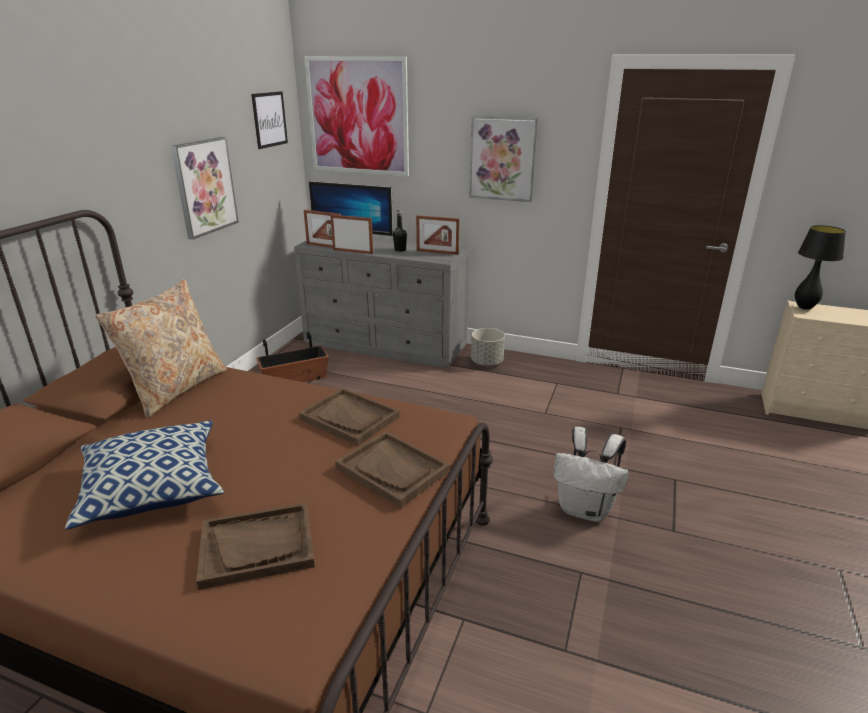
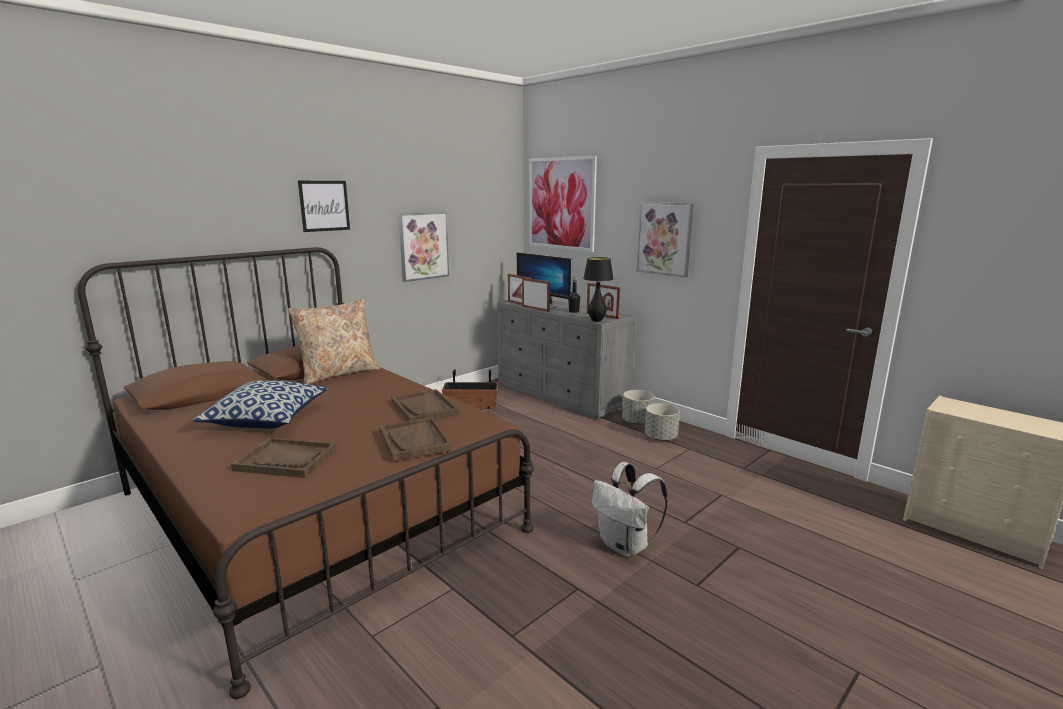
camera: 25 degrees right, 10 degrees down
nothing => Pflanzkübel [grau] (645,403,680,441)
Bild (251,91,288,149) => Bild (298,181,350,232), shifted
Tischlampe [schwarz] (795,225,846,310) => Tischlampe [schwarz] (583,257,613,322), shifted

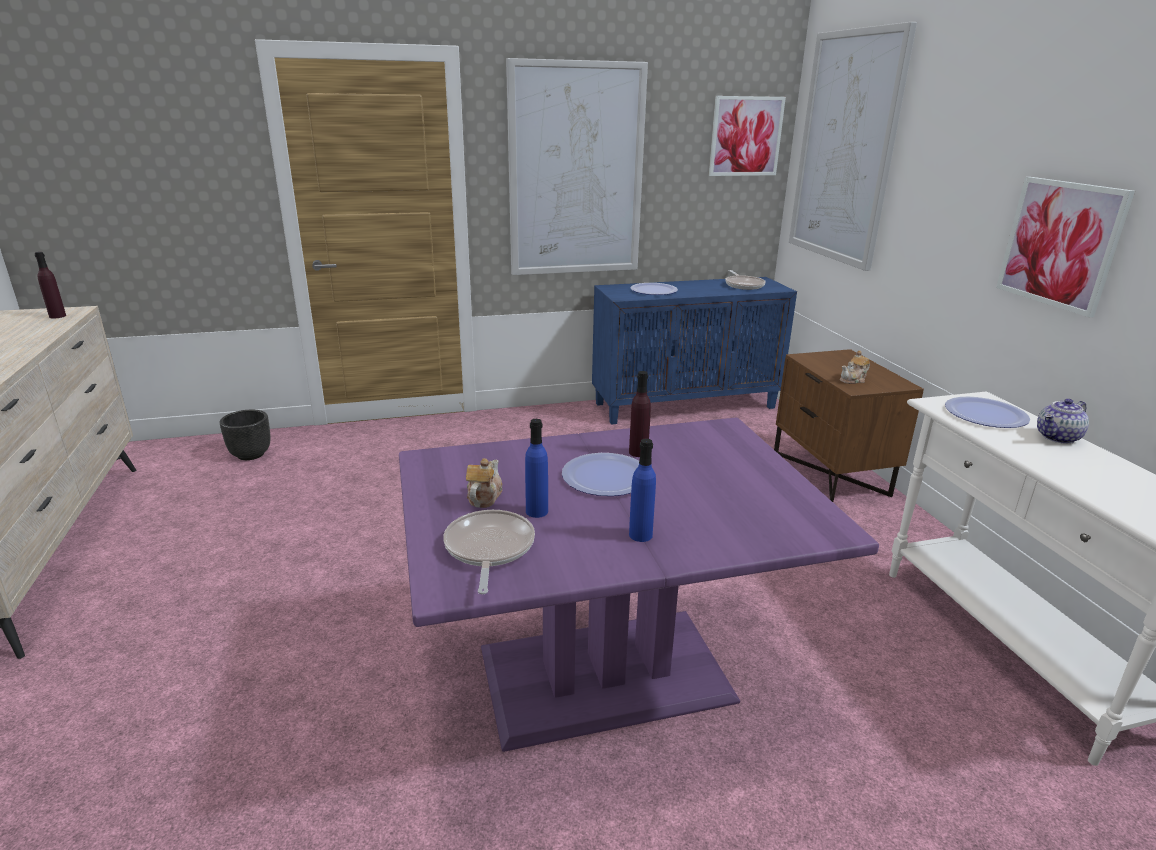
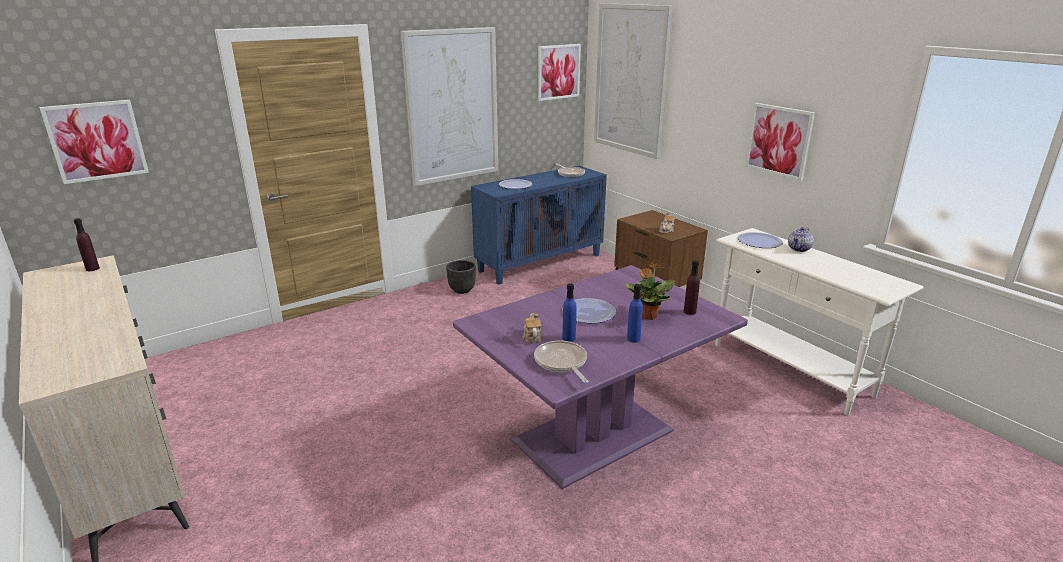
camera: 20 degrees left, 0 degrees up
nothing => Bild (39,100,149,184)
nothing => Topfpflanze (625,262,675,320)
Pflanzkübel [schwarz] (220,410,270,460) => Pflanzkübel [schwarz] (446,260,476,294), shifted
Flasche [lila] (629,371,651,457) => Flasche [lila] (684,260,700,315), shifted

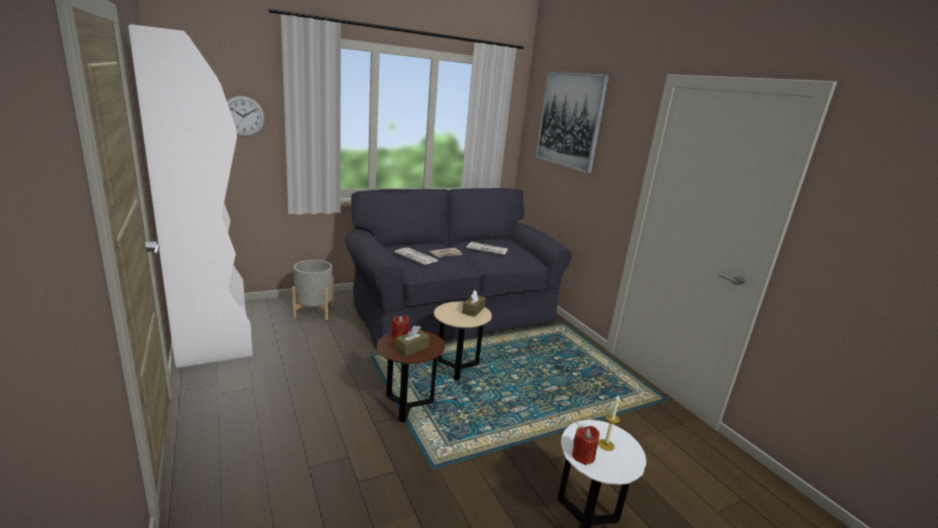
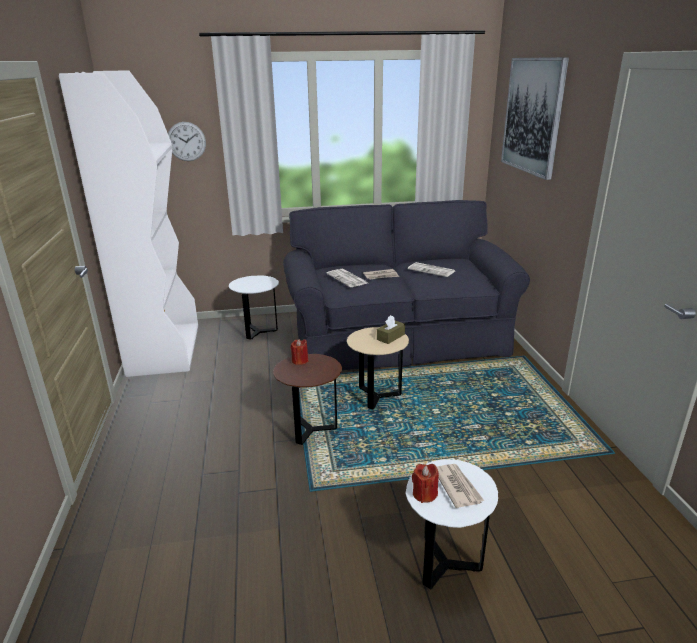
camera: 20 degrees right, 5 degrees up
Taschentuchbox [braun] (395,325,429,357) => nothing
Pflanzkübel [grau] (292,260,334,320) => Beistelltisch [weiß] (229,276,279,340)
Kerze (598,394,620,451) => Zeitung (437,464,484,508)

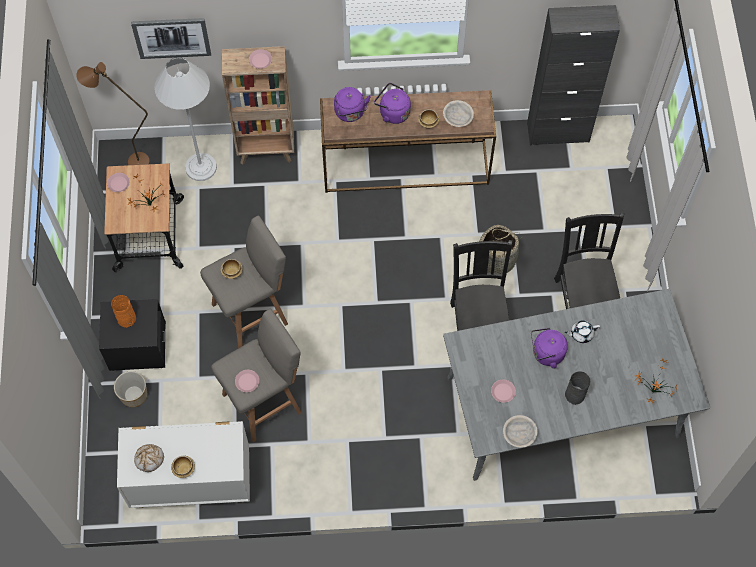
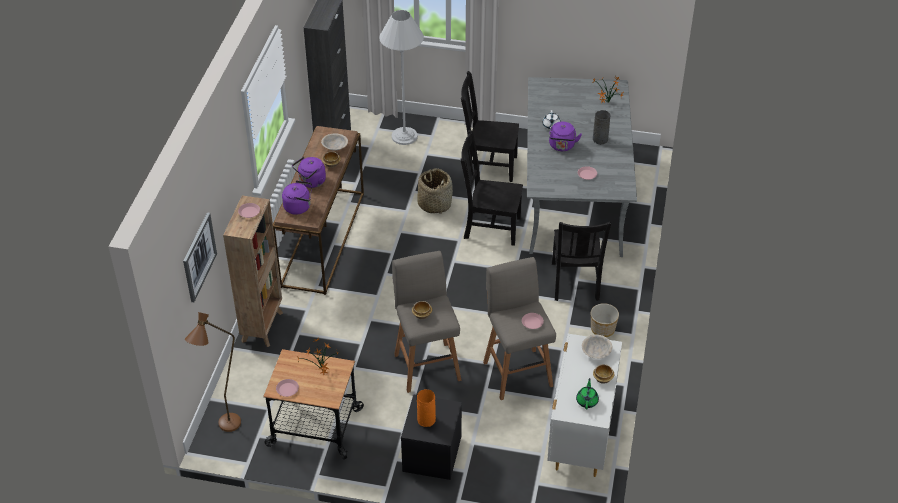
camera: 75 degrees left, 20 degrees down
nothing => Stuhl [schwarz] (552,222,611,301)
Pflanzkübel (114,371,147,407) => Pflanzkübel (591,303,619,337), shifted
Stehlampe [weiß] (154,57,217,181) => Stehlampe [weiß] (379,10,424,145), shifted
Schüssel [beige] (503,415,538,448) => Schüssel [beige] (582,334,612,359), shifted
Brot (134,444,164,472) => Teekanne [grün] (576,378,599,409)

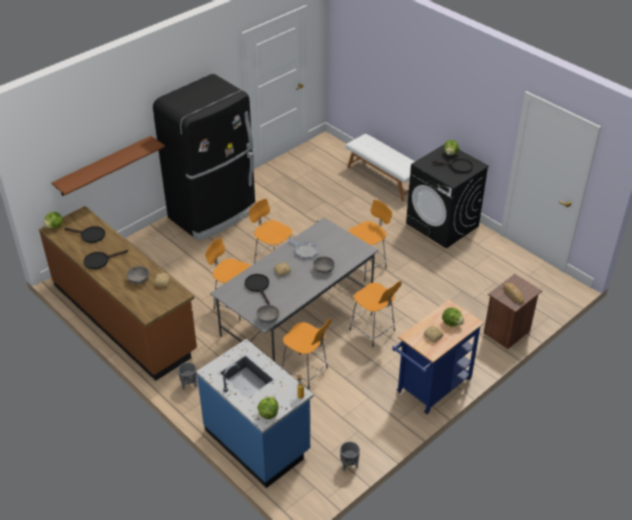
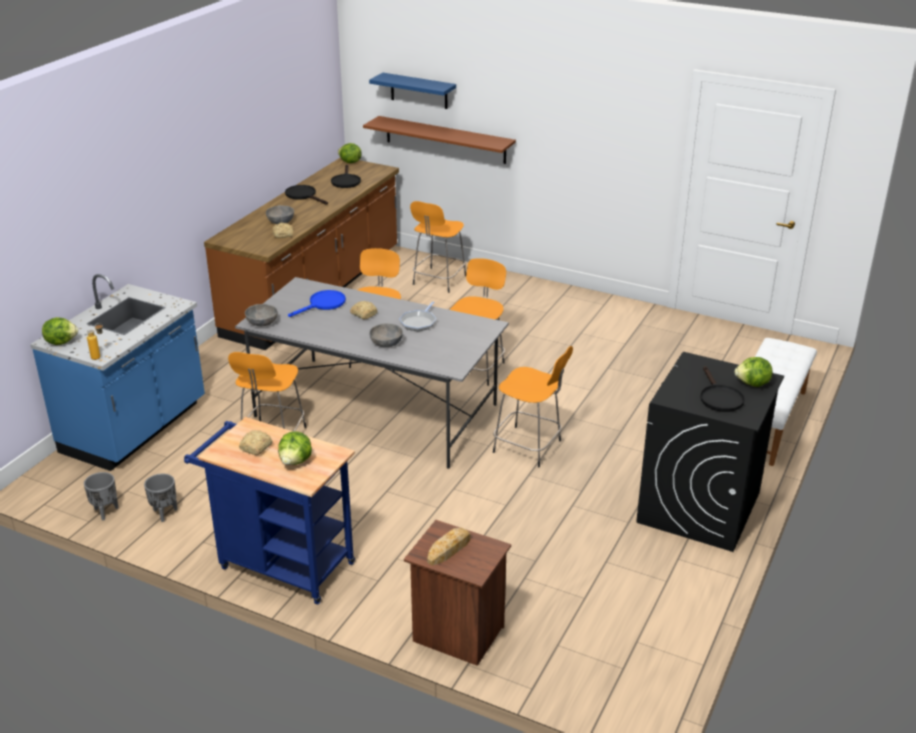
camera: 70 degrees right, 10 degrees down
Kühlschrank [schwarz] (153,74,256,241) => nothing
nothing => Wandregal [blau] (369,73,456,109)
Pflanzkübel [grau] (178,362,197,390) => Pflanzkübel [grau] (144,474,178,522), shifted
Hocker [orange] (349,281,402,347) => Hocker [orange] (410,201,466,293), shifted
Pfanne [schwarz] (245,274,270,305) => Pfanne [blau] (288,290,346,317)

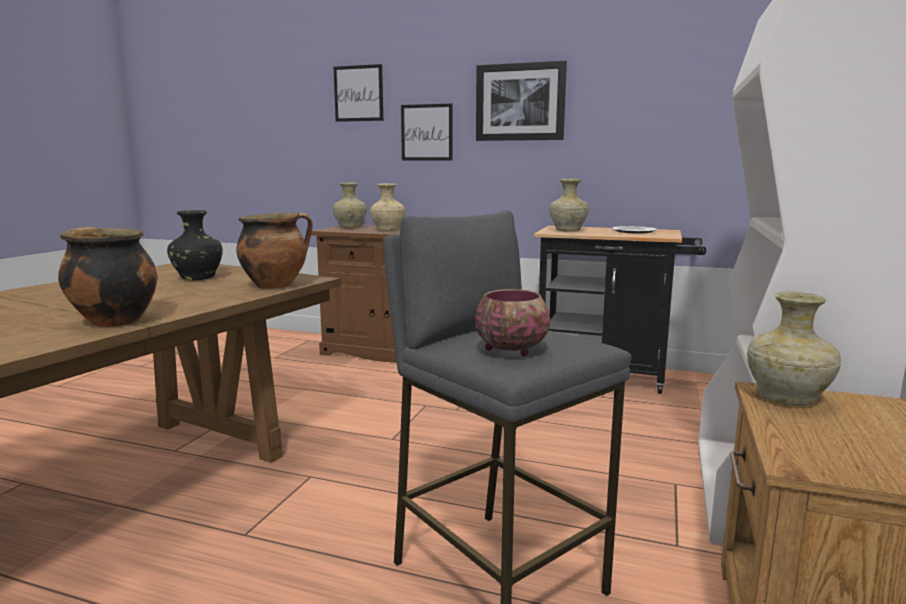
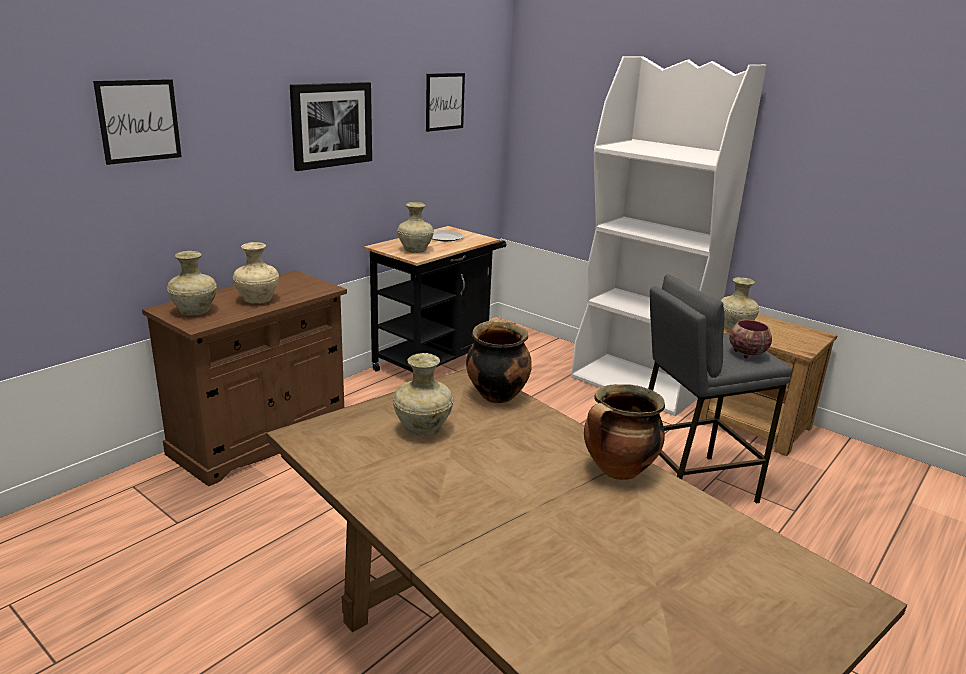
camera: 70 degrees left, 10 degrees up
Bild (401,104,453,160) => Bild (426,73,465,132), shifted
Vase [schwarz] (167,210,223,281) => Vase [beige] (393,353,453,437)

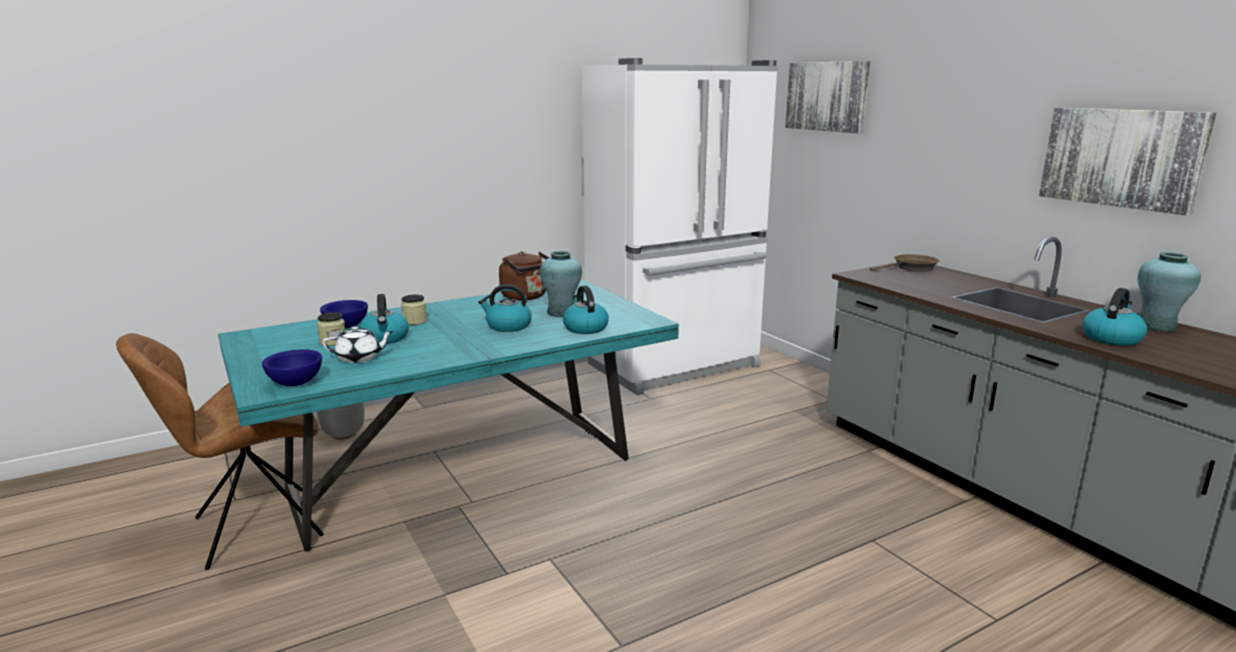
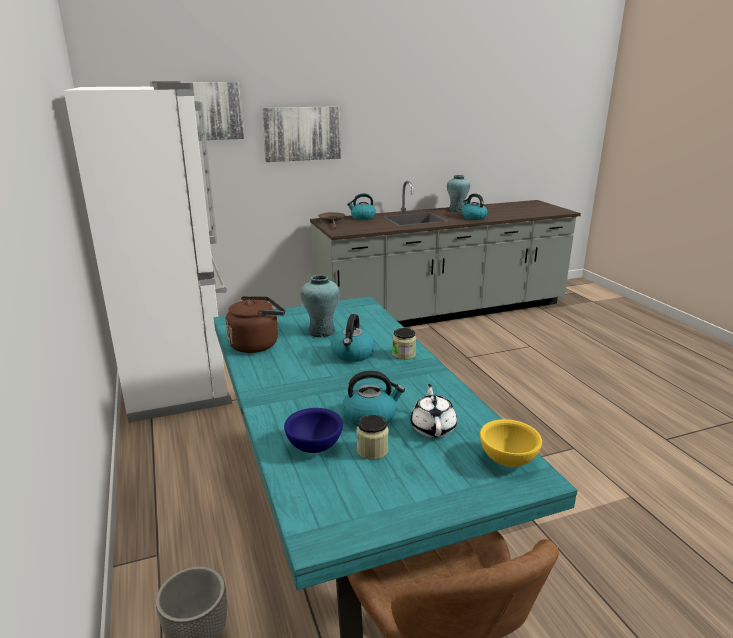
camera: 80 degrees left, 5 degrees up
Vorratsglas (401,294,427,325) => Vorratsglas (392,328,416,360), shifted
Wasserkessel (563,286,609,334) => Wasserkessel (347,193,376,220), shifted
Bild (1039,108,1216,216) => Bild (262,106,341,162), shifted
Schüssel [blau] (262,349,322,386) => Schüssel [gelb] (480,419,542,467)

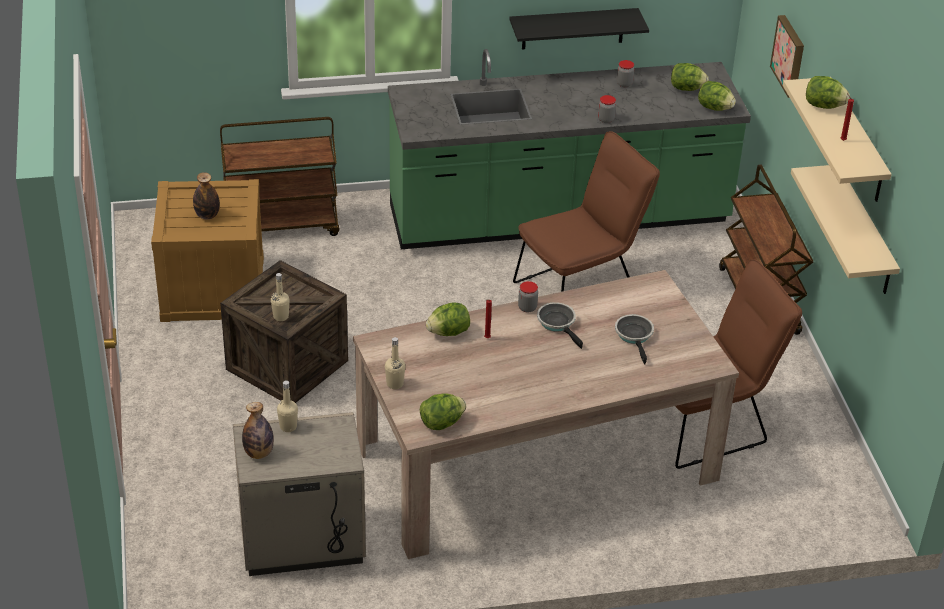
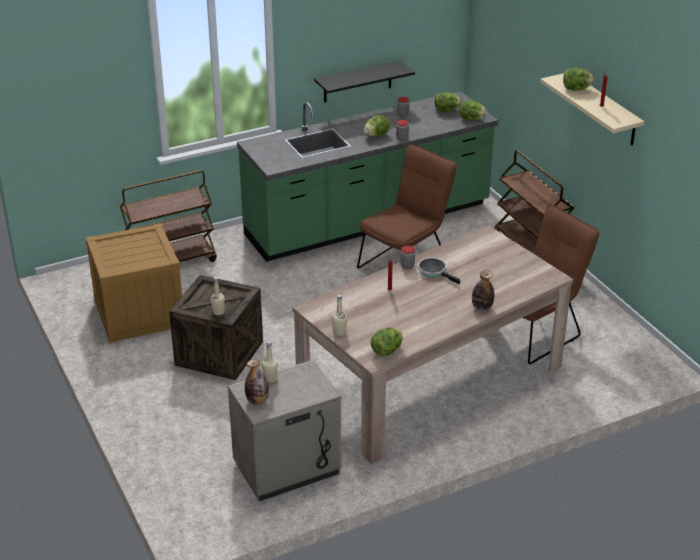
camera: 15 degrees left, 5 degrees down
Pfanne (615,314,654,365) => nothing
Bild (770,15,804,98) => nothing
Wandregal [beige] (791,165,900,294) => nothing
Flasche (193,172,220,219) => Flasche (472,270,494,311), shifted
Salatkopf (426,302,470,336) => Salatkopf (363,115,390,137), shifted

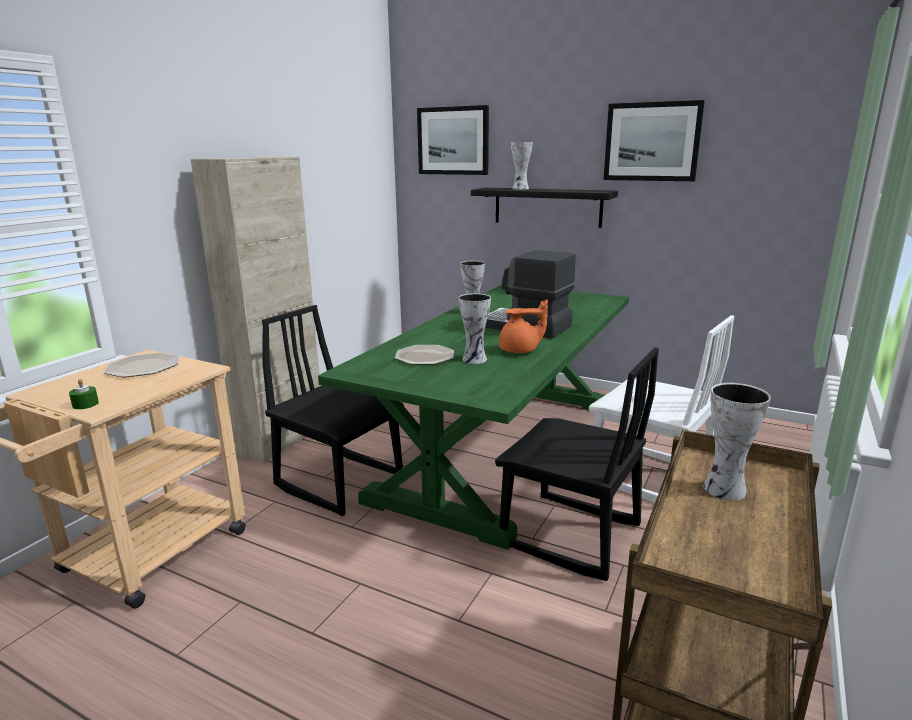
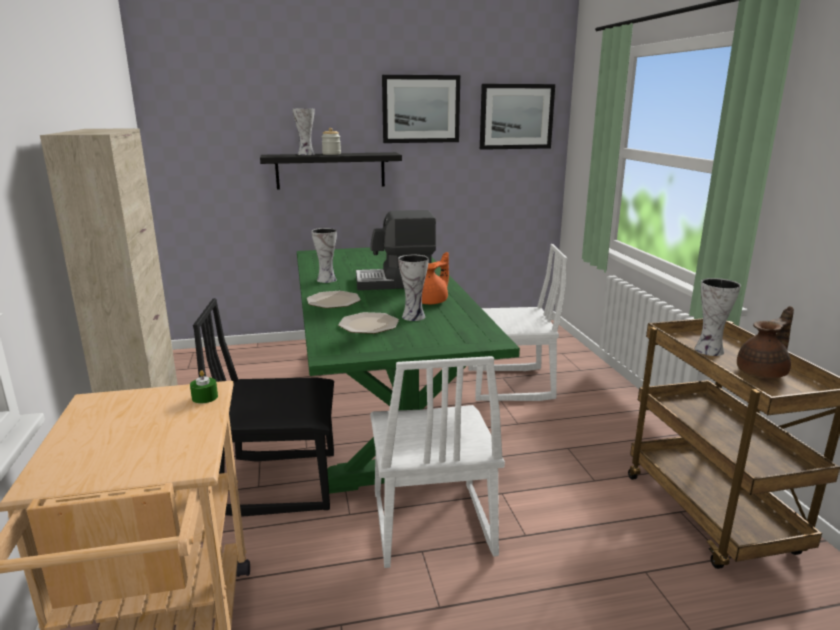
camera: 40 degrees left, 0 degrees up
Stuhl [schwarz] (495,347,659,581) => nothing
nothing => Vorratsglas (321,128,341,155)
nothing => Stuhl [weiß] (370,356,505,568)
nothing => Teekanne [braun] (737,306,794,378)
Kerze [grün] (69,379,99,409) => Kerze [grün] (190,370,218,404), shifted
Teller (104,353,179,377) => Teller (307,291,361,308), shifted
Bild (417,105,489,175) => Bild (480,84,555,150), shifted

